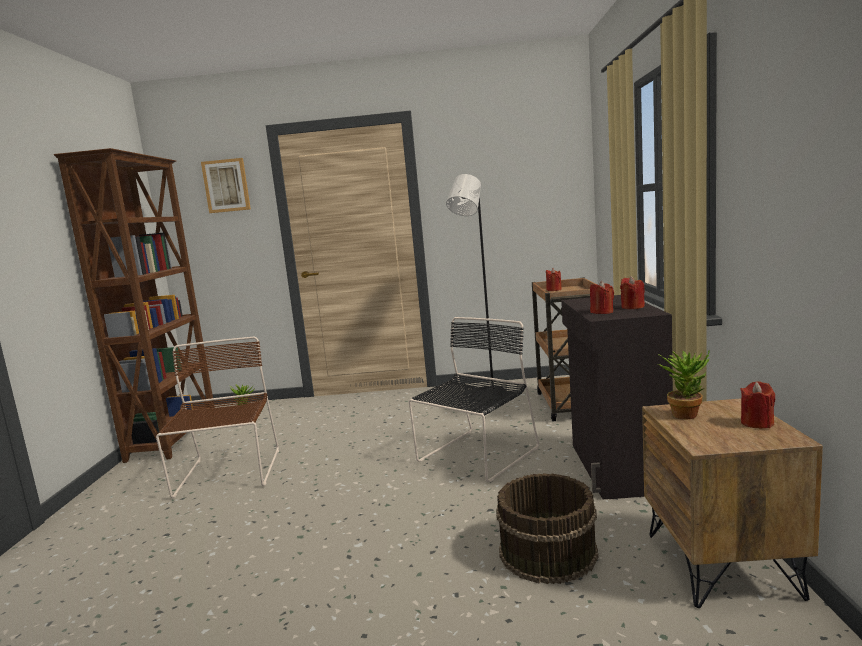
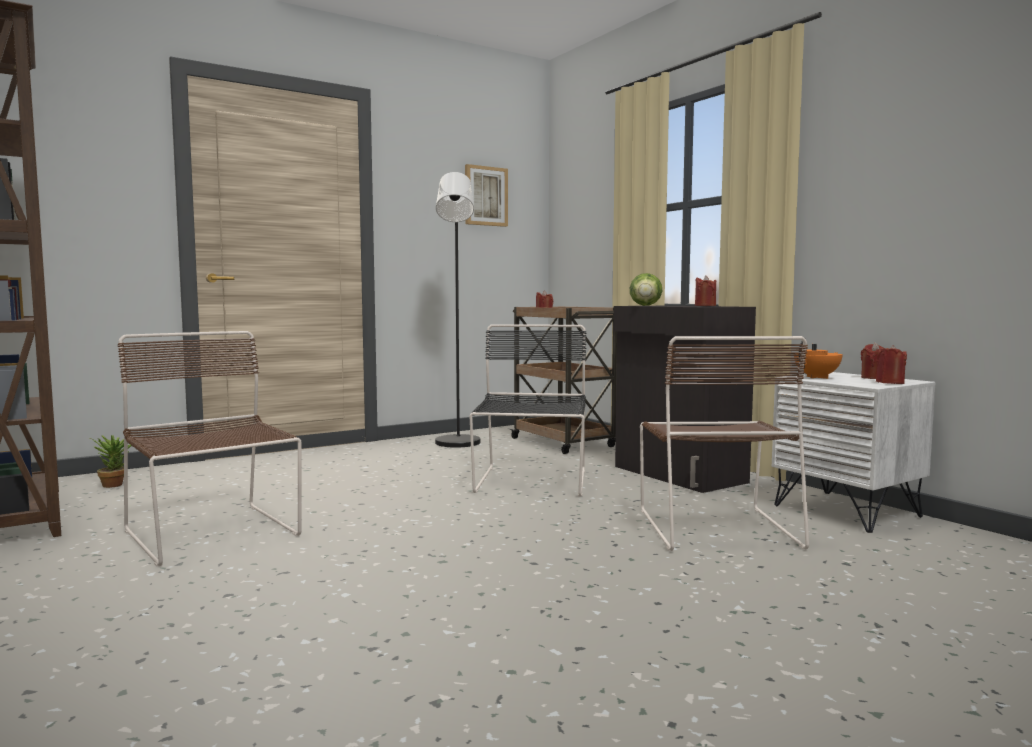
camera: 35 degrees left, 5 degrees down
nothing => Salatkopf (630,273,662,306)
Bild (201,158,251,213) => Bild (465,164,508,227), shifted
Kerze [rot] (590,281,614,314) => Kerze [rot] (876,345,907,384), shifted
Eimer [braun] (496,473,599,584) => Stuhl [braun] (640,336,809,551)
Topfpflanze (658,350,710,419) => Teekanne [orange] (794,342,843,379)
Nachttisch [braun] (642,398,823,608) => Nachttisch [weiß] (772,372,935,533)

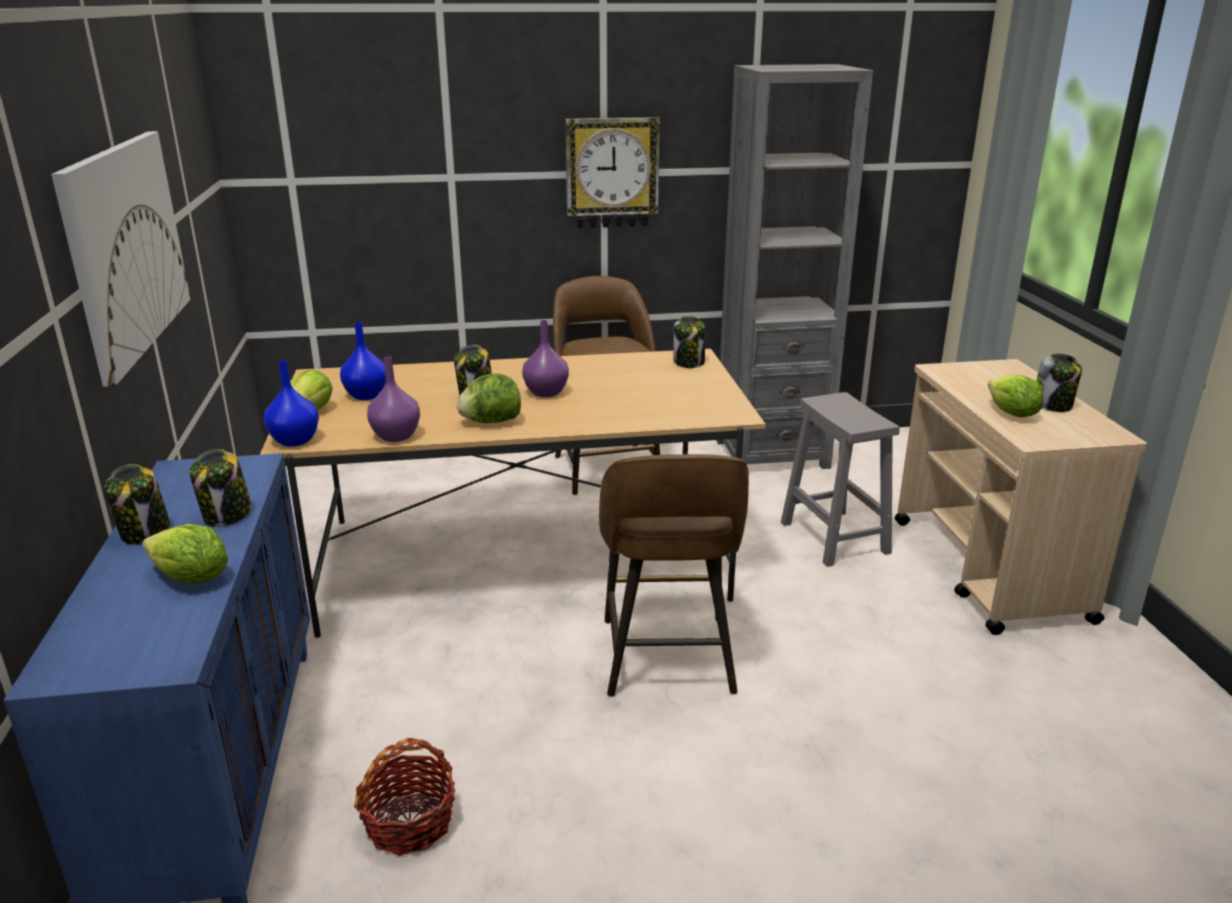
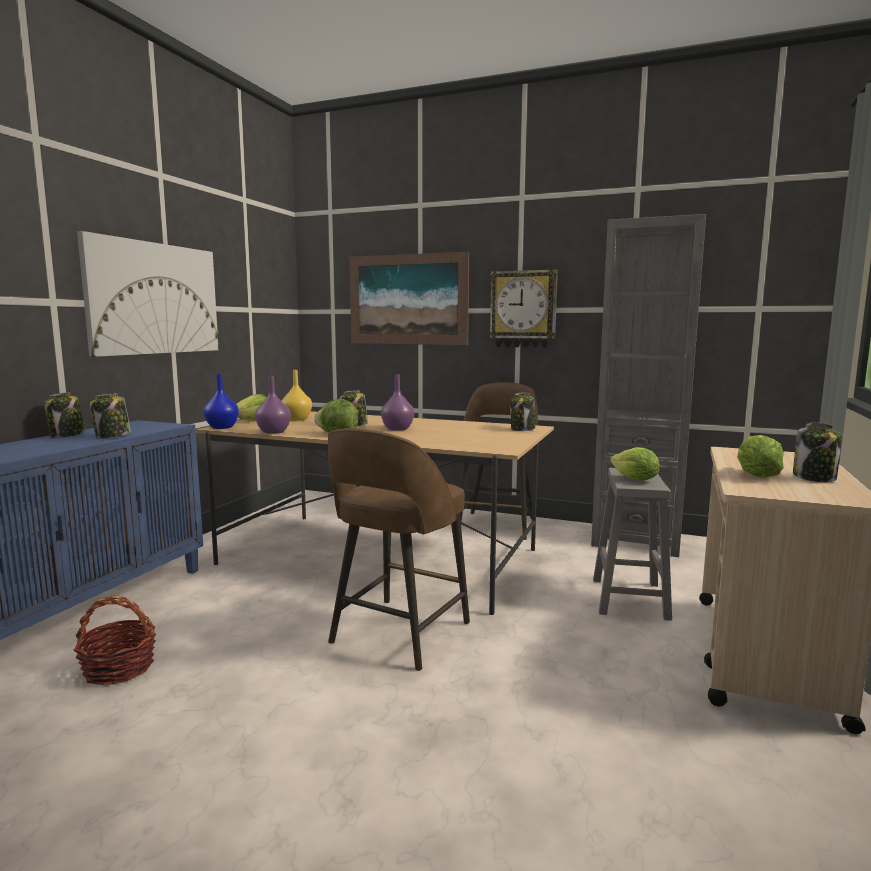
camera: 30 degrees right, 15 degrees down
nothing => Bild (349,252,469,345)
Salatkopf (143,524,228,583) => Salatkopf (610,447,660,480), shifted
Vase [blau] (340,322,386,400) => Vase [gelb] (281,370,312,421)

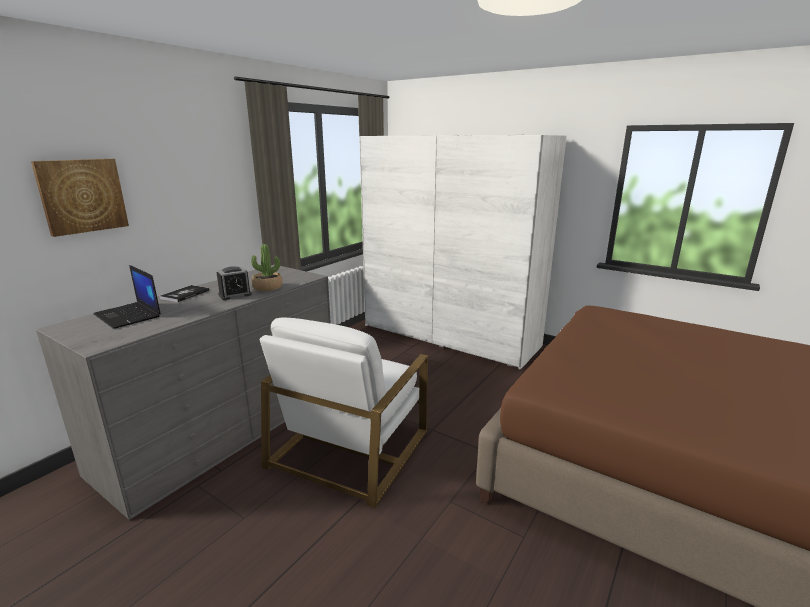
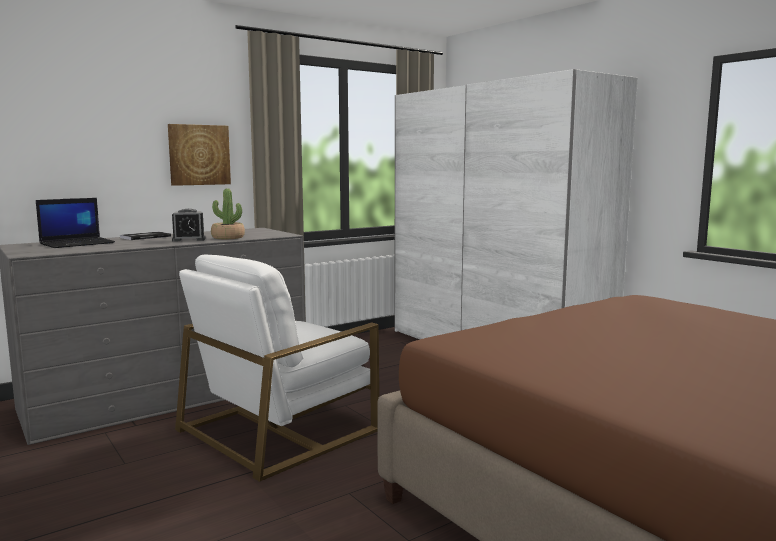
camera: 20 degrees right, 10 degrees down
Bild (31,159,129,237) => Bild (168,124,231,186), shifted
Laptop (93,265,161,329) => Laptop (36,198,115,248), 105 degrees counterclockwise

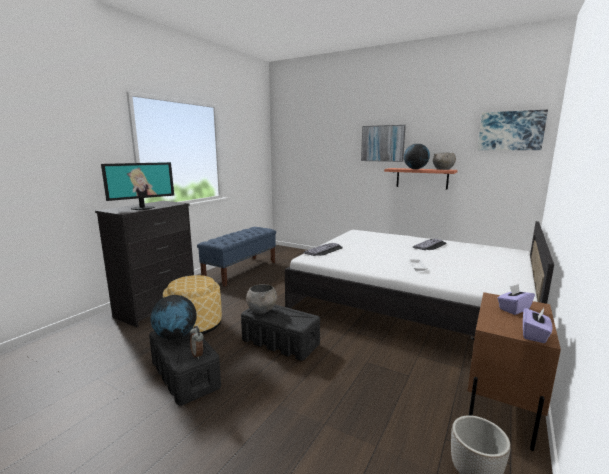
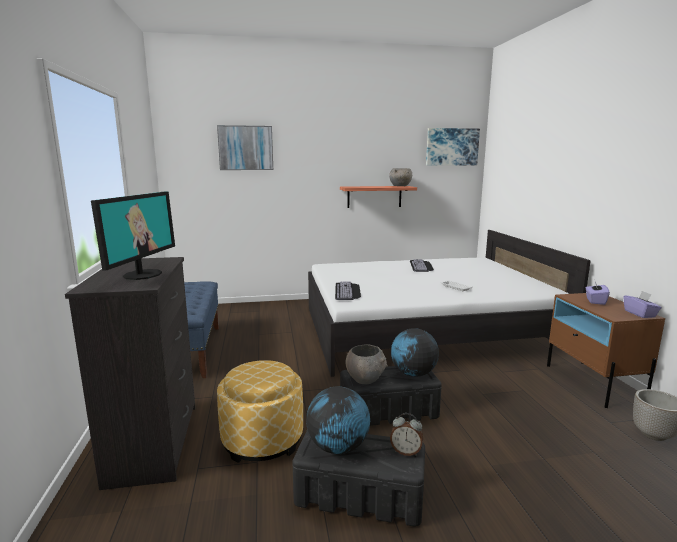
camera: 40 degrees left, 0 degrees up
Bild (361,125,406,162) => Bild (217,125,273,170), shifted
Globus (404,144,430,169) => Globus (391,328,439,377), shifted

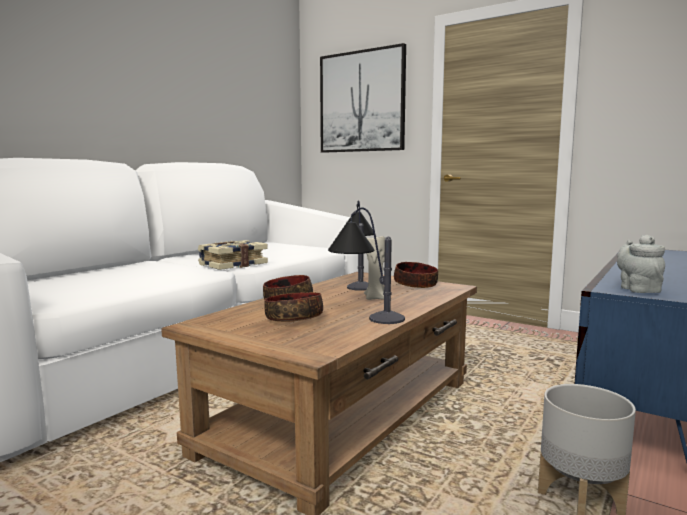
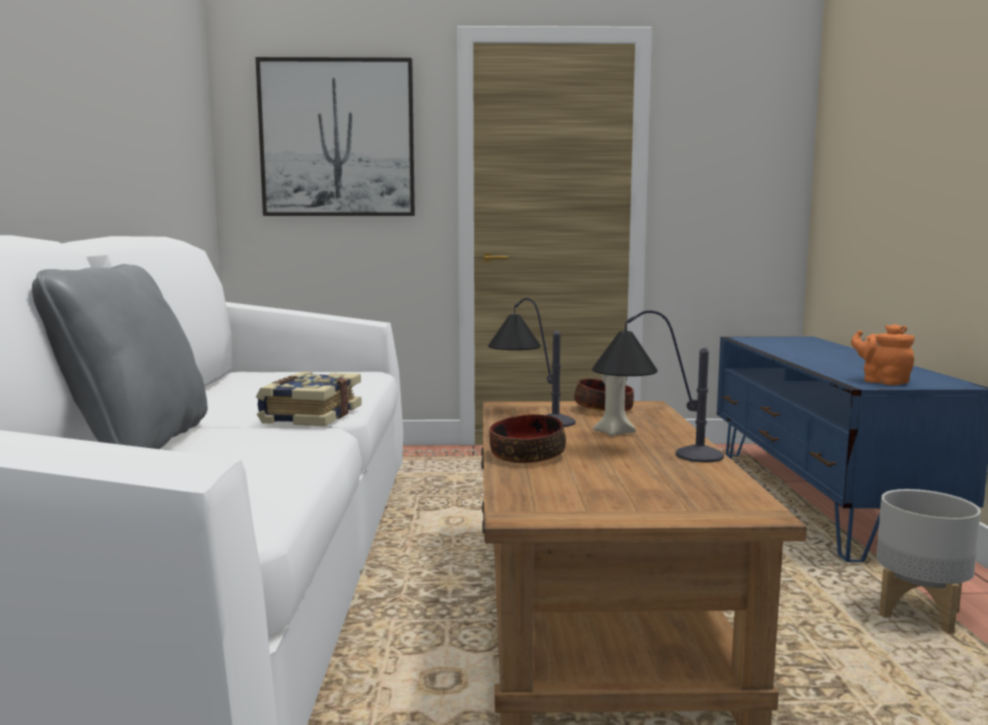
camera: 35 degrees left, 0 degrees up
Schüssel (264,292,323,322) => nothing
nothing => Kissen [grau] (32,264,208,449)
Teekanne [grau] (617,235,665,293) => Teekanne [orange] (851,324,915,385)

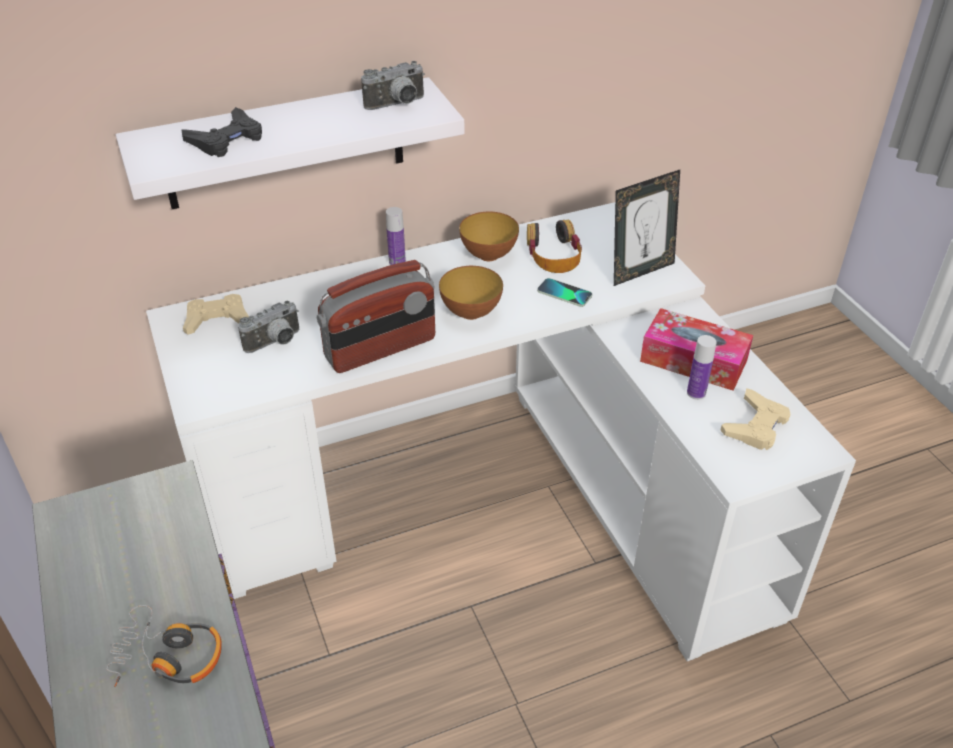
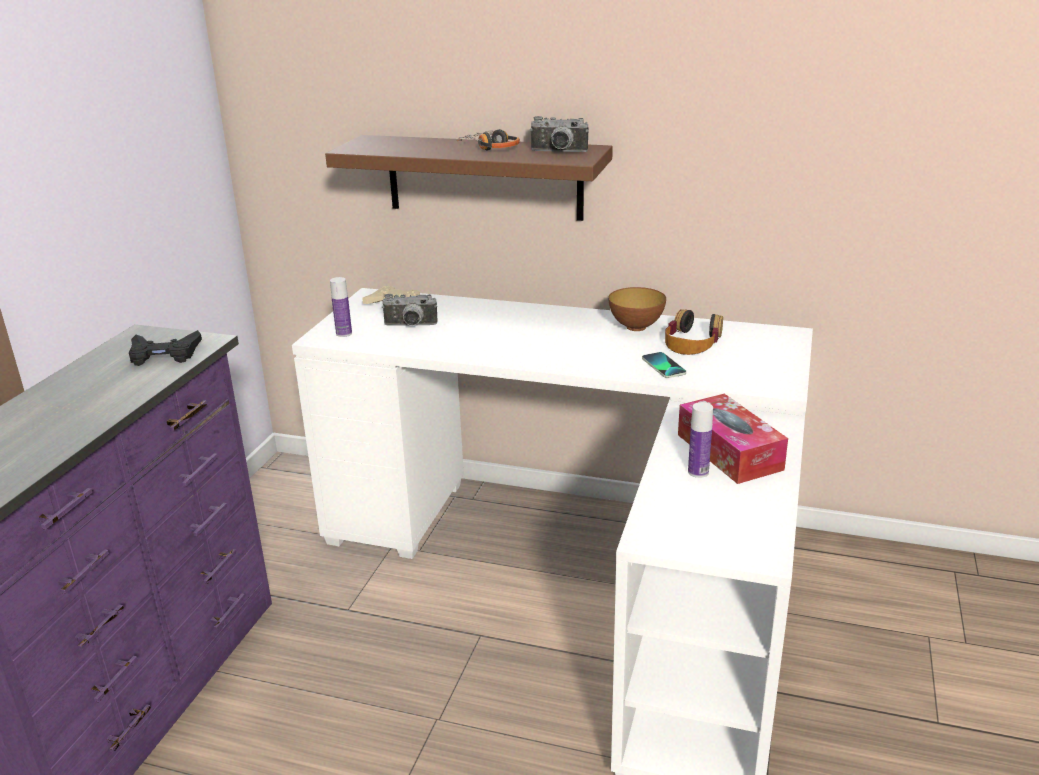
camera: 40 degrees right, 15 degrees down
Radio (317,260,435,373) => nothing
Schüssel (439,266,503,320) => nothing
Bilderrahmen (614,170,680,286) => nothing
Gamepad [beige] (720,388,790,450) => nothing
Kopfhörer (106,605,222,687) => Kopfhörer (457,129,520,150), shifted
Gamepad [schwarz] (181,107,262,157) => Gamepad [schwarz] (129,330,202,366), shifted
Flasche (386,207,406,265) => Flasche (330,277,352,337), shifted
Wandregal [weiß] (116,77,464,209) => Wandregal [braun] (325,135,613,221)

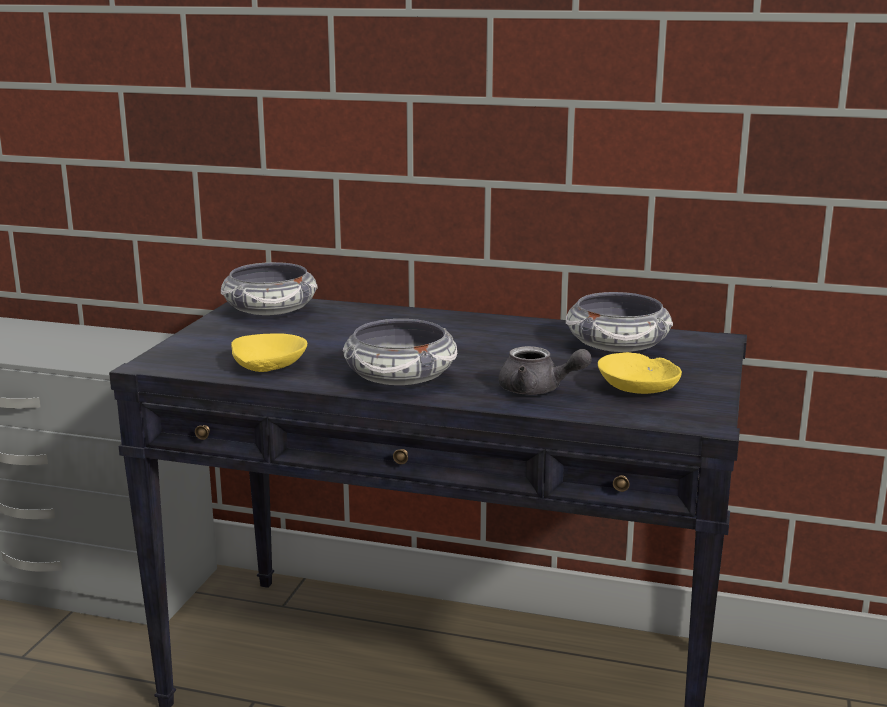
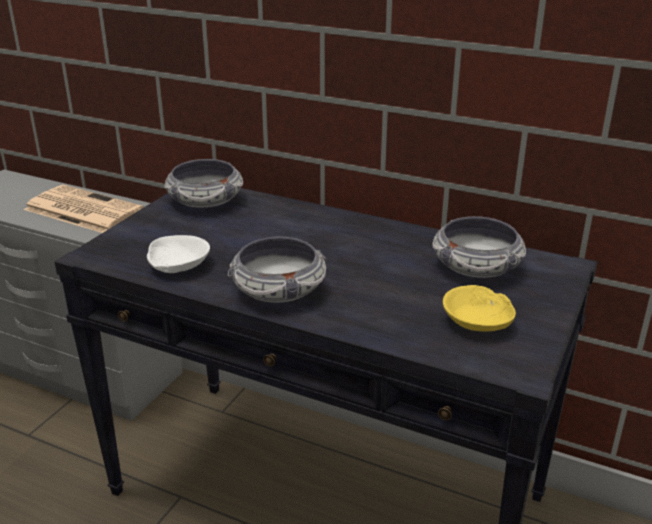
camera: 10 degrees right, 10 degrees up
Teekanne [grau] (499,346,592,395) => nothing
nothing => Zeitung (24,185,144,233)
Schüssel [gelb] (231,333,307,372) => Schüssel [weiß] (147,235,210,273)

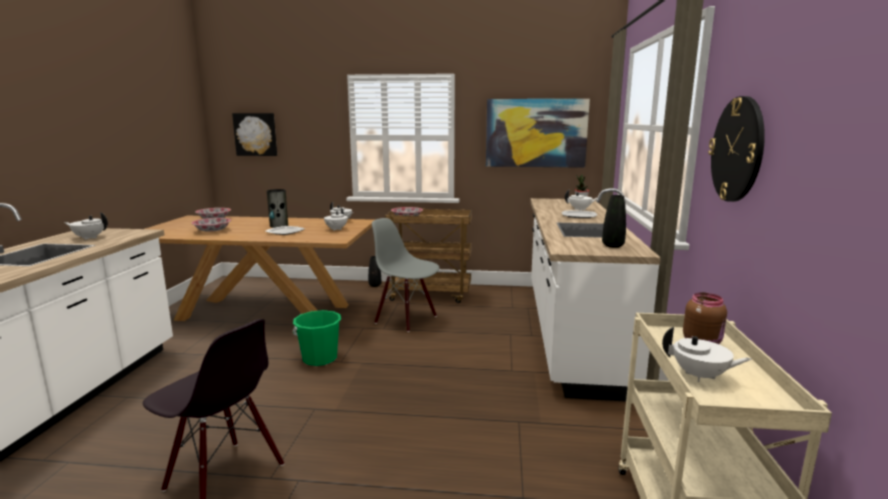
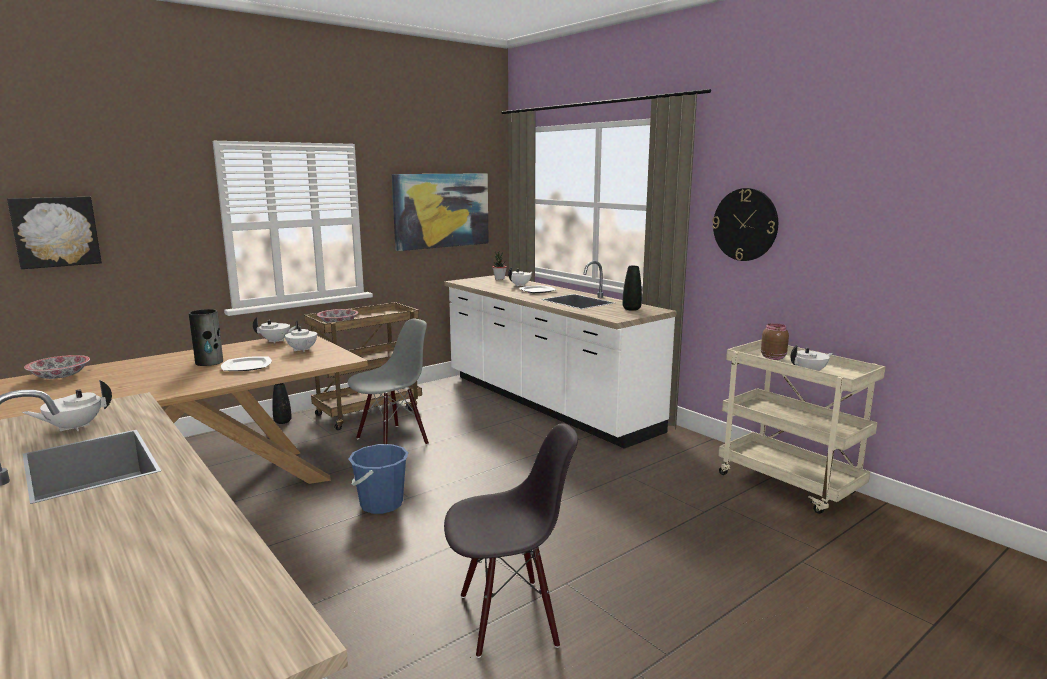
camera: 45 degrees left, 0 degrees up
Schüssel (191,218,231,232) => nothing
Eimer [grün] (293,310,341,366) => Eimer [blau] (349,444,409,514)
Stuhl [grau] (372,218,439,332) => Stuhl [grau] (348,318,429,445), 150 degrees clockwise

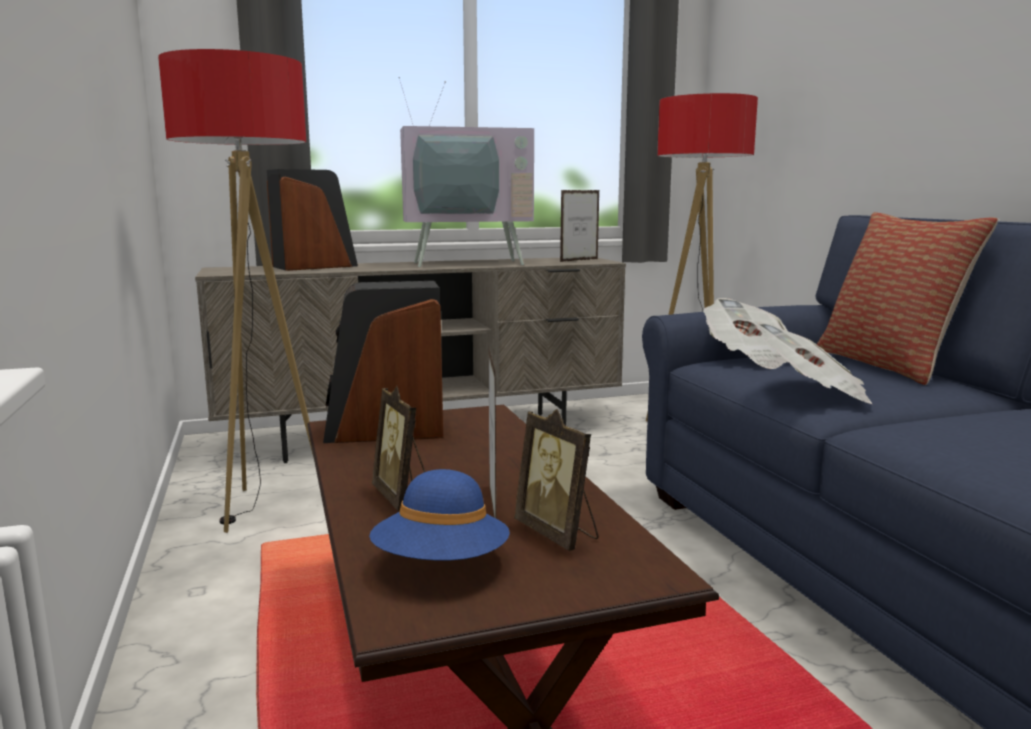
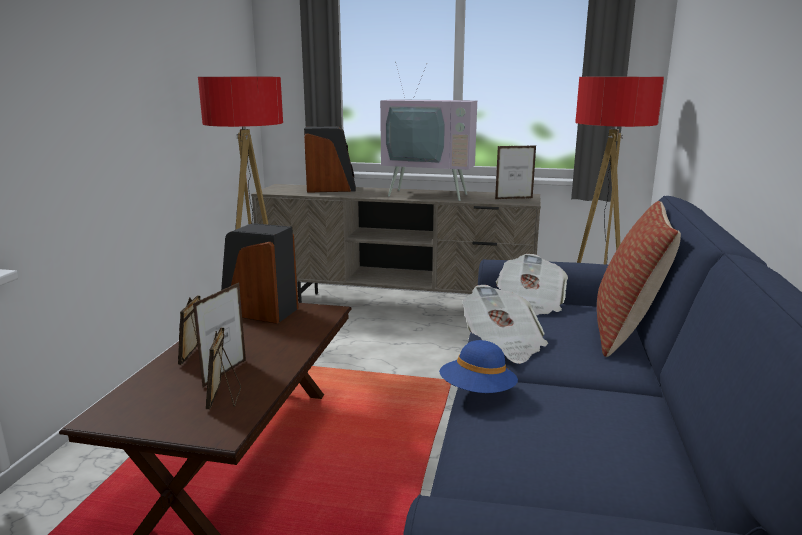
camera: 30 degrees right, 5 degrees up
Hut [blau] (369,469,510,561) => Hut [blau] (439,340,518,393), shifted

